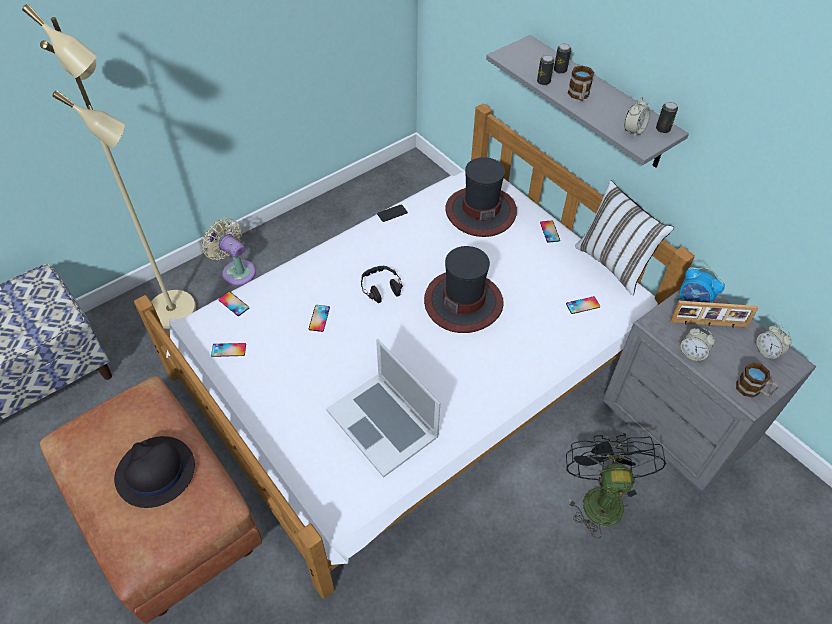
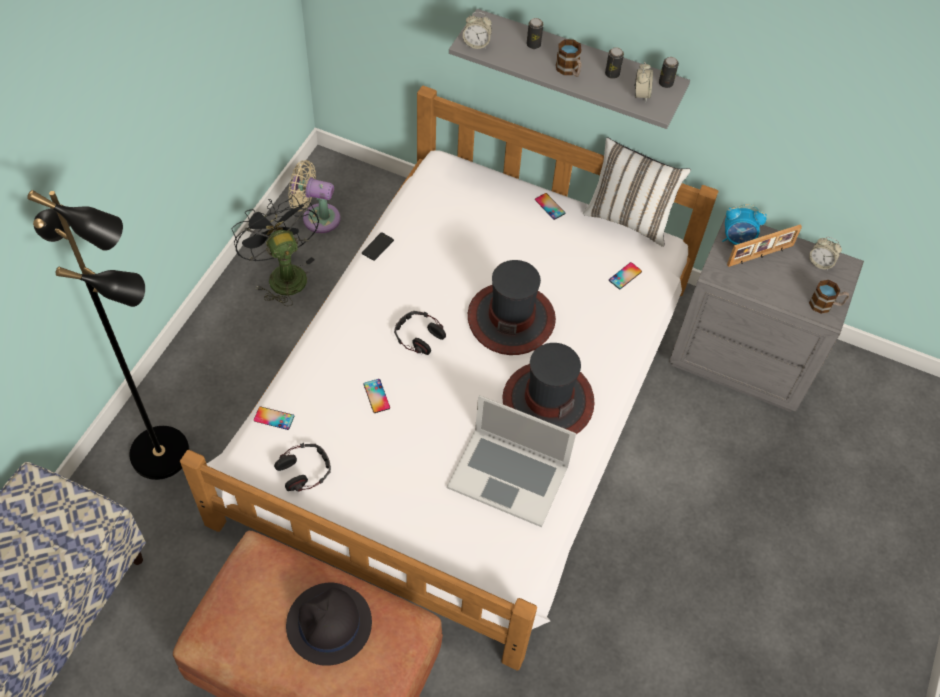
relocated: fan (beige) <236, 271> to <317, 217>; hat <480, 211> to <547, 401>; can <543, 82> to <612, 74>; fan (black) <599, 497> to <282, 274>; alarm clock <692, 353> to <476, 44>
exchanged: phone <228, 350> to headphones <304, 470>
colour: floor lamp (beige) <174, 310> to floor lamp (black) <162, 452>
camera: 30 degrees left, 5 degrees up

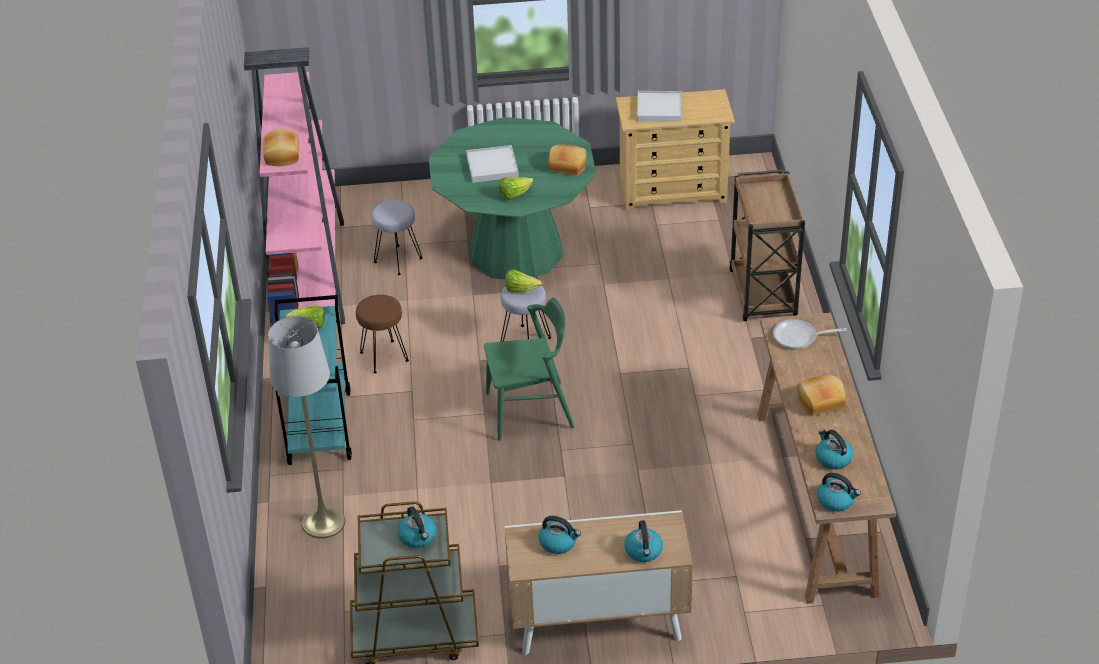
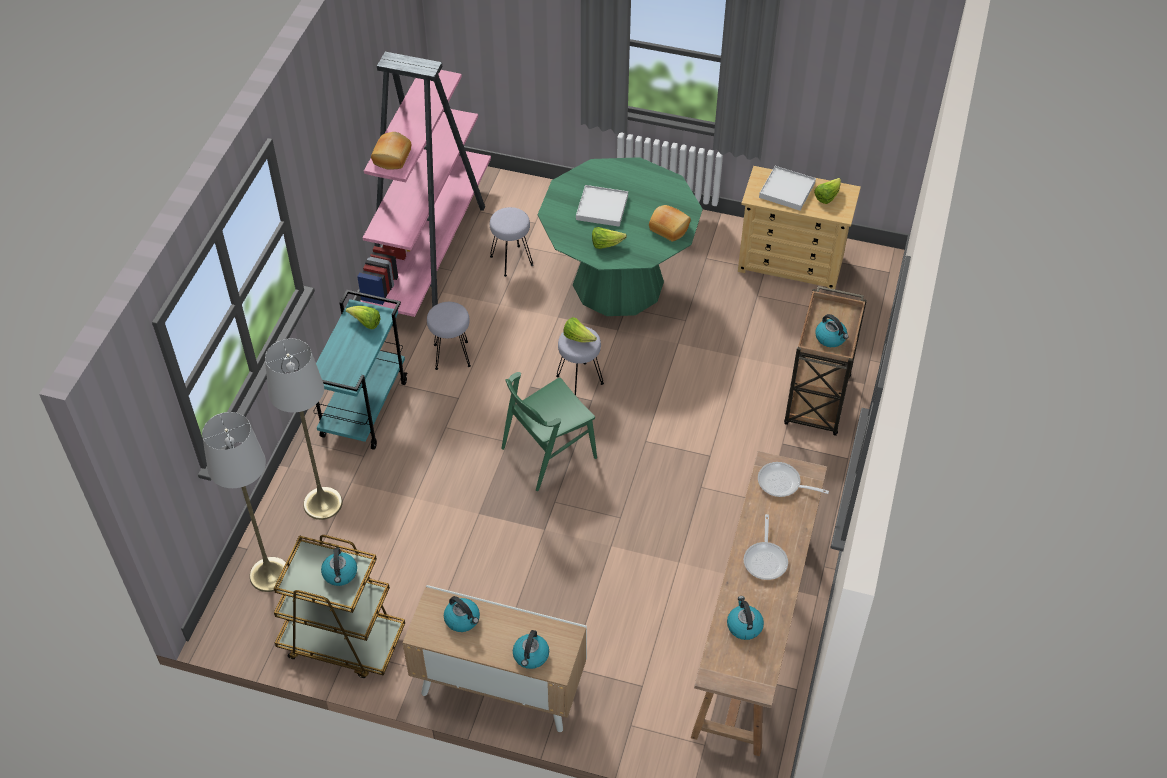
appeared: floor lamp (grey) <270, 574>; lettuce <827, 197>
relocated: kettle <836, 500> to <831, 338>
exchanged: bread <820, 401> to frying pan <765, 559>
colour: stool (brown) <384, 357> to stool (grey) <451, 356>
spun: chair (green) <530, 411> = <548, 453> 135 degrees clockwise
camera: 20 degrees right, 10 degrees up

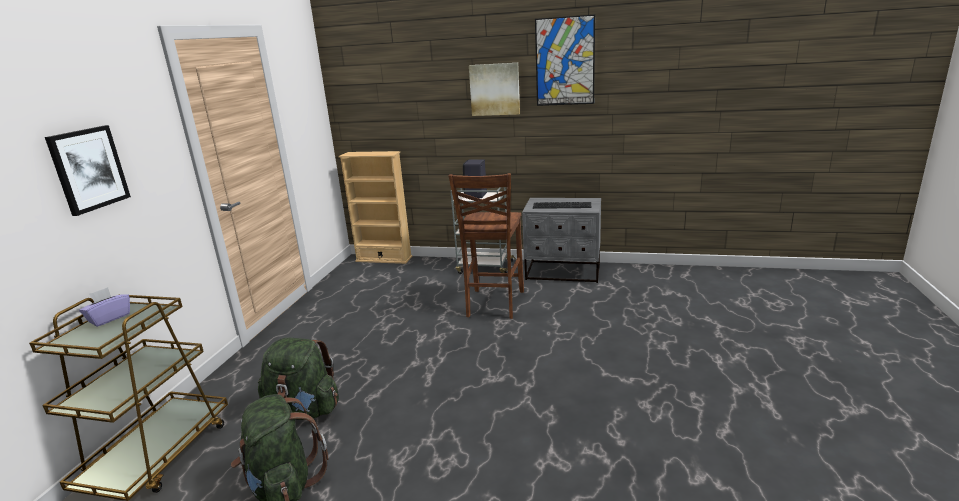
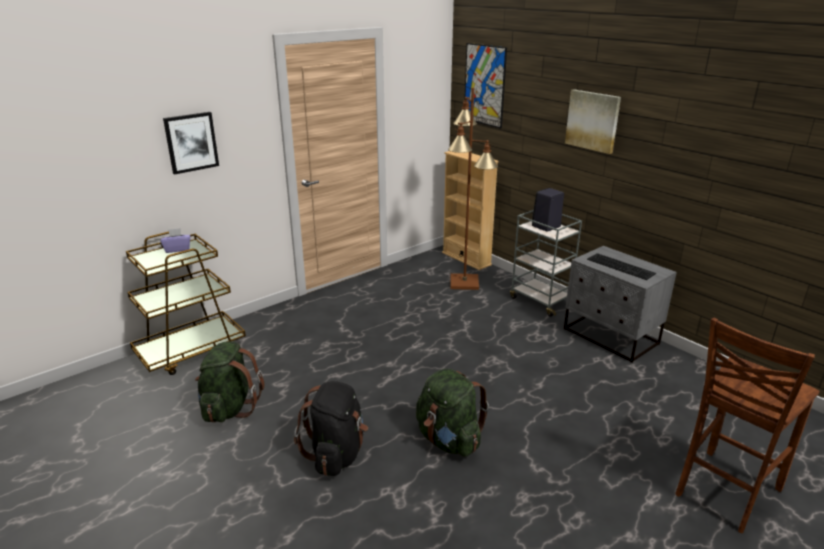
appeared: backpack (black) <336, 454>; floor lamp (brown) <464, 282>
relocated: backpack (green) <304, 411> to <449, 440>; chair (brown) <493, 304> to <724, 491>; picture <565, 61> to <484, 85>
camera: 35 degrees right, 5 degrees up

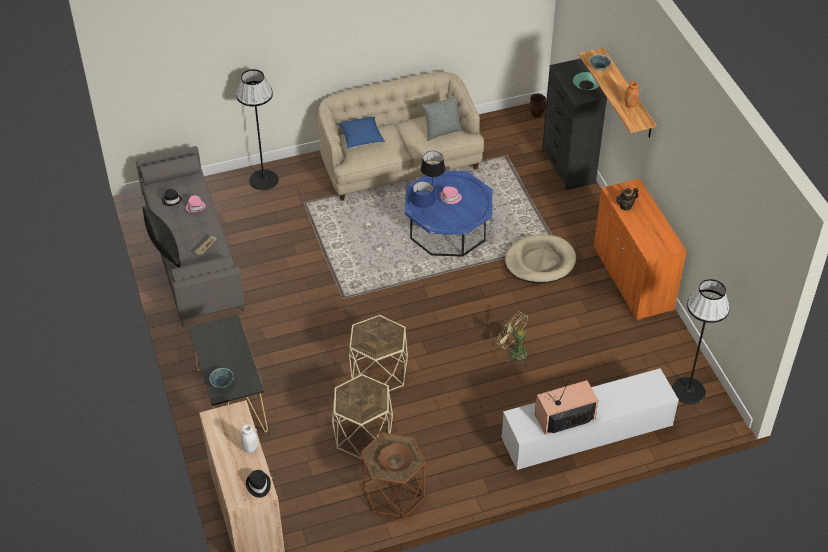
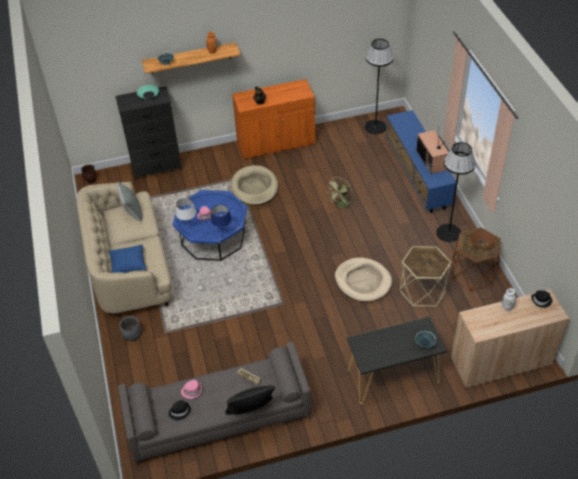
appeared: planter (grey) <132, 335>
relocated: floor lamp (black) <263, 180> to <448, 233>
exchanged: side table (beige) <378, 373> to dog bed (beige) <363, 281>
colour: table lamp (black) <432, 184> to table lamp (white) <187, 225>; tv stand (white) <585, 438> to tv stand (blue) <417, 175>
camera: 85 degrees left, 0 degrees up

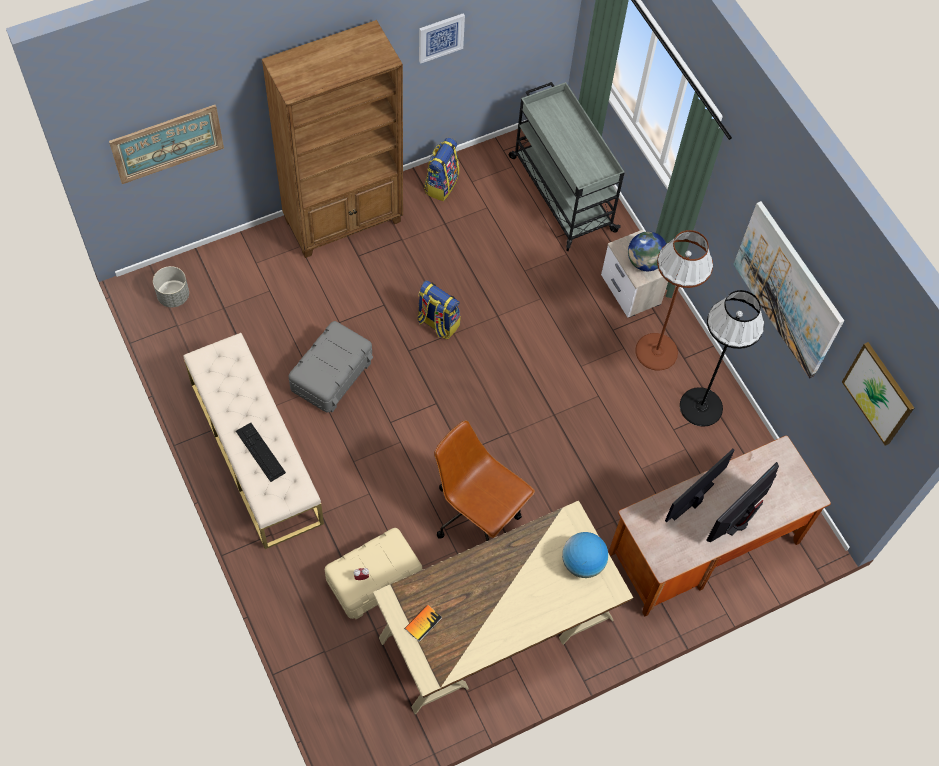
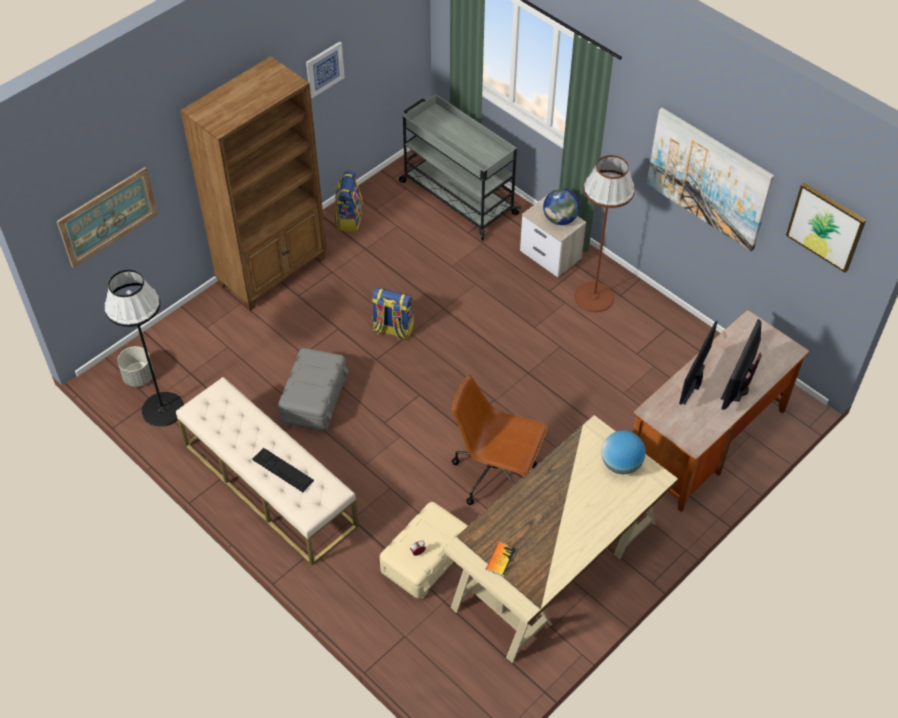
relocated: floor lamp (black) <701, 406> to <162, 409>
camera: 15 degrees left, 10 degrees down

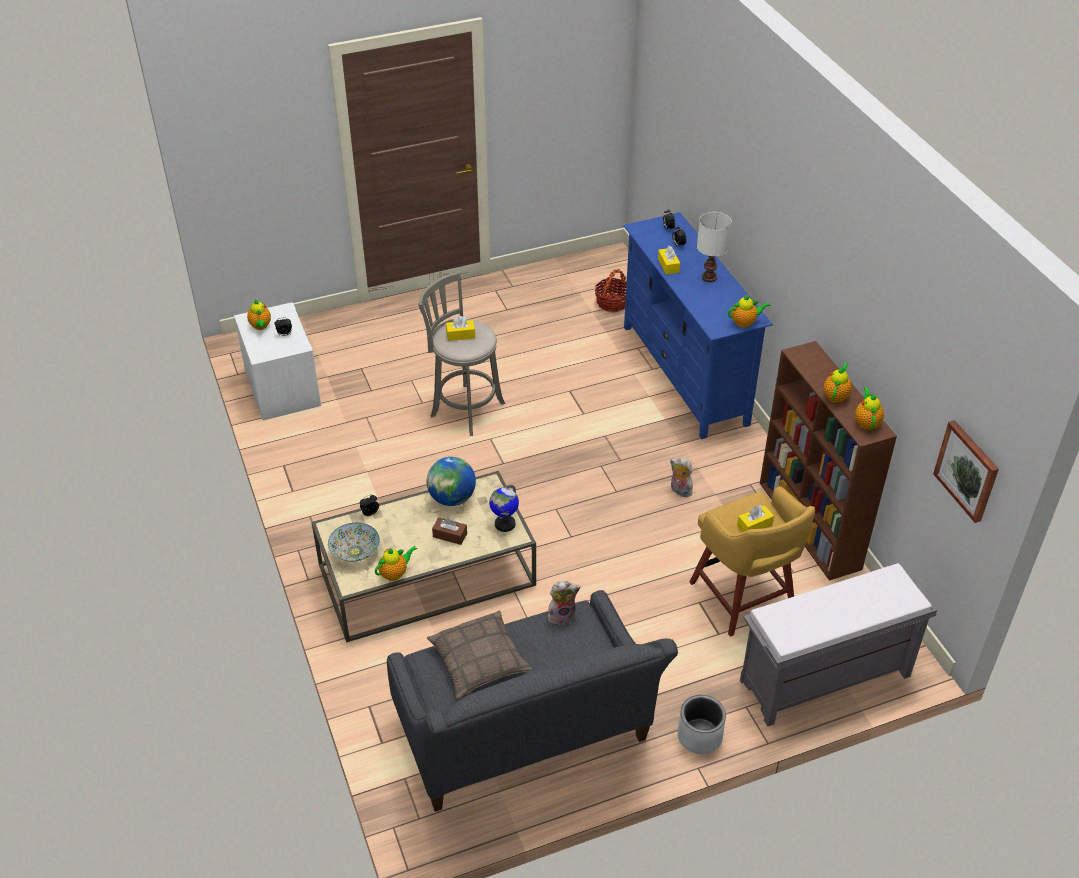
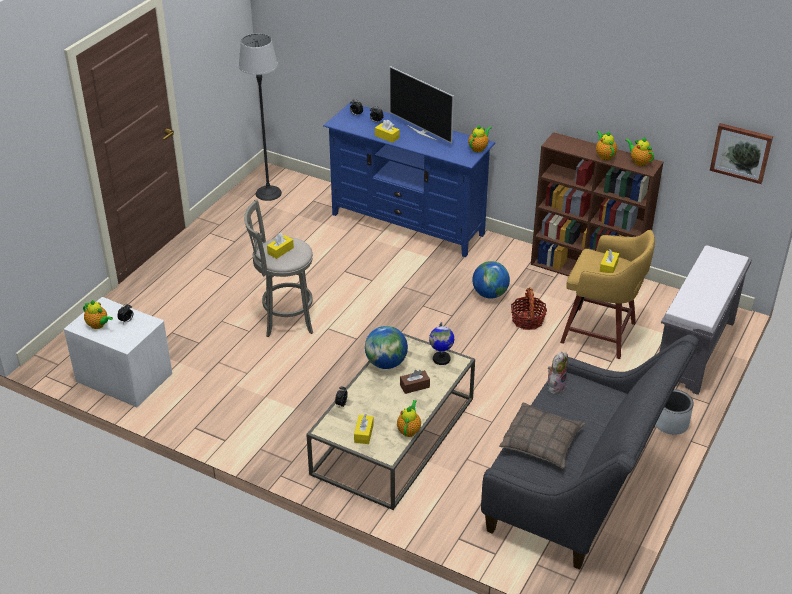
appeared: floor lamp <268, 193>
relocated: basket <612, 302> to <527, 320>
exchanged: bowl <355, 551> to tissue box (yellow) <363, 433>; plush toy <679, 491> to globe <490, 294>; table lamp (white) <709, 278> to television <422, 132>
camera: 40 degrees left, 5 degrees down

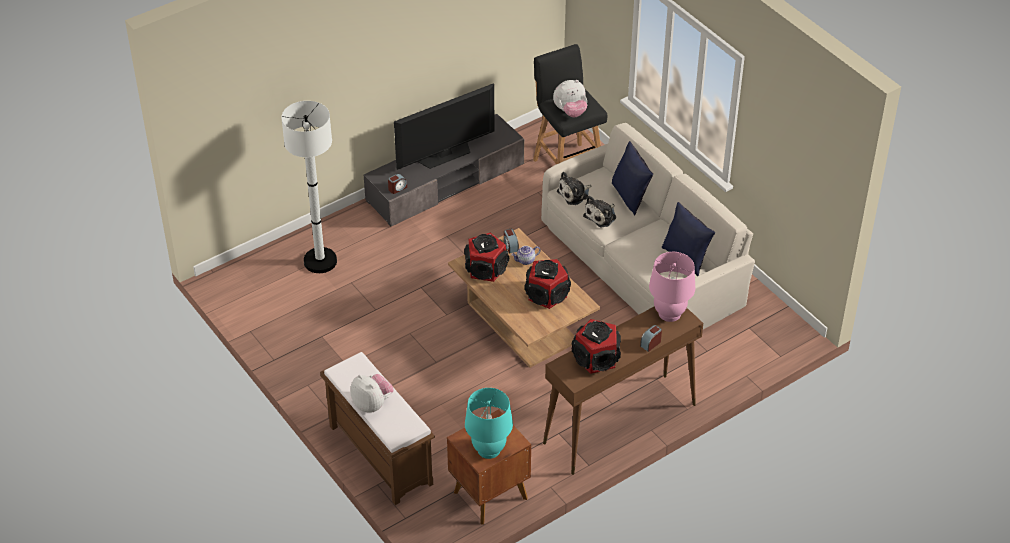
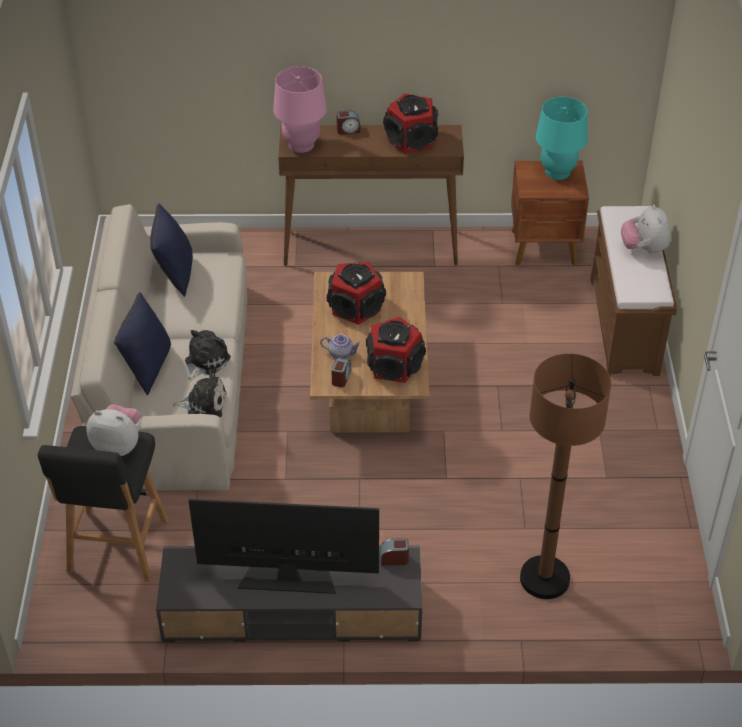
colour: floor lamp (white) <320, 261> to floor lamp (brown) <544, 578>
spun: plush toy <601, 216> = <205, 361> 45 degrees counterclockwise
camera: 145 degrees left, 0 degrees up

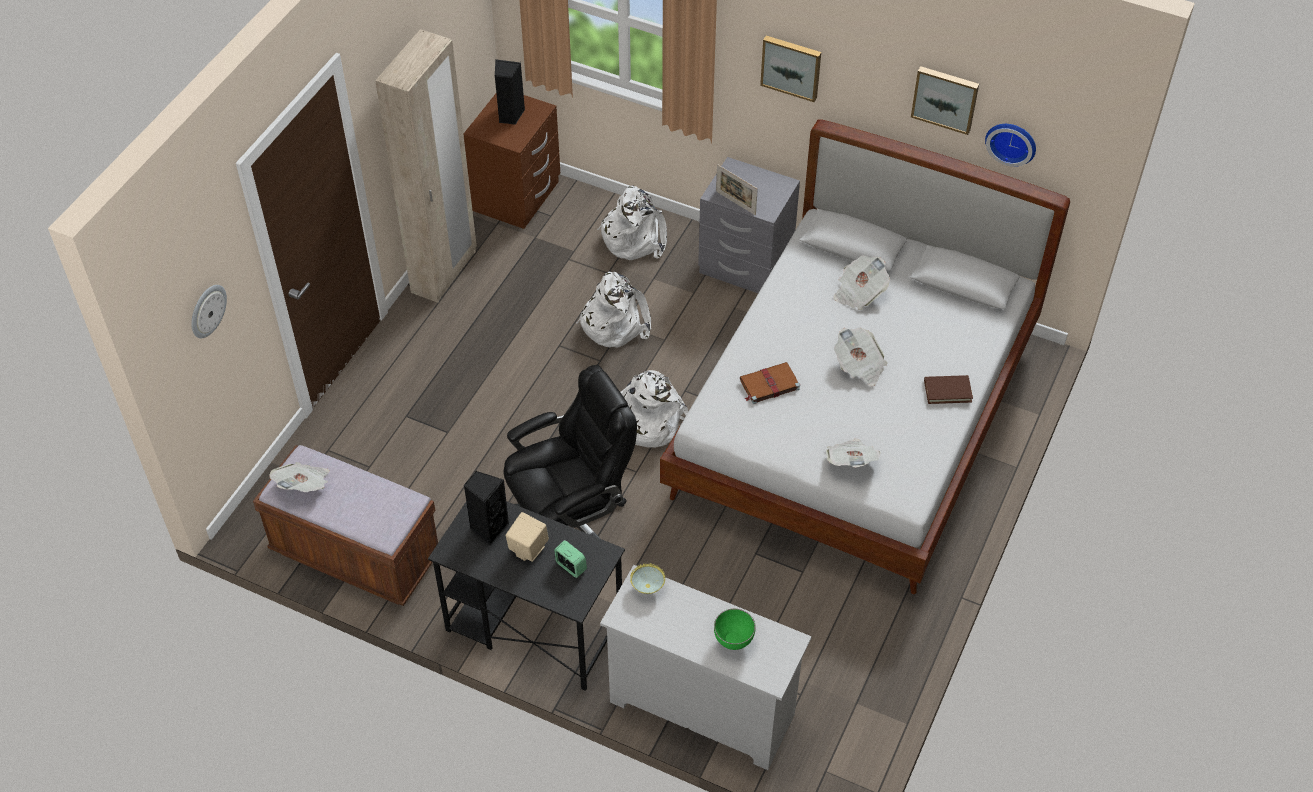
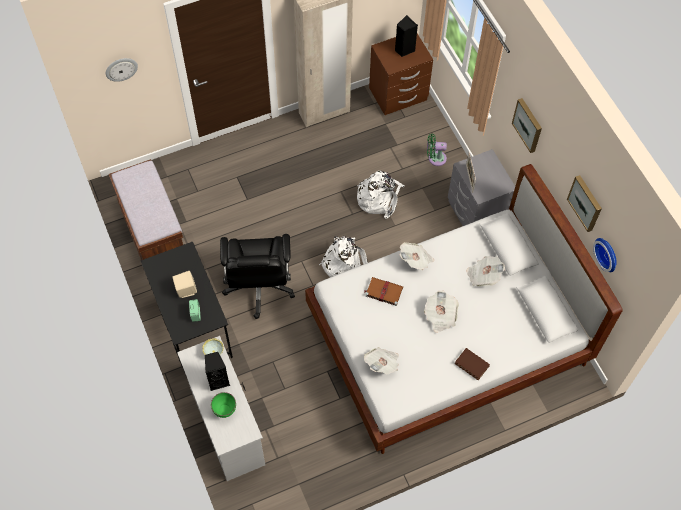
relocated: newspaper <304, 486> to <416, 260>; speaker (black) <488, 528> to <218, 380>
exchanged: backpack (white) <635, 237> to fan (green) <435, 158>
spun: office chair (black) <571, 521> = <259, 287> 75 degrees clockwise
camera: 40 degrees right, 10 degrees up

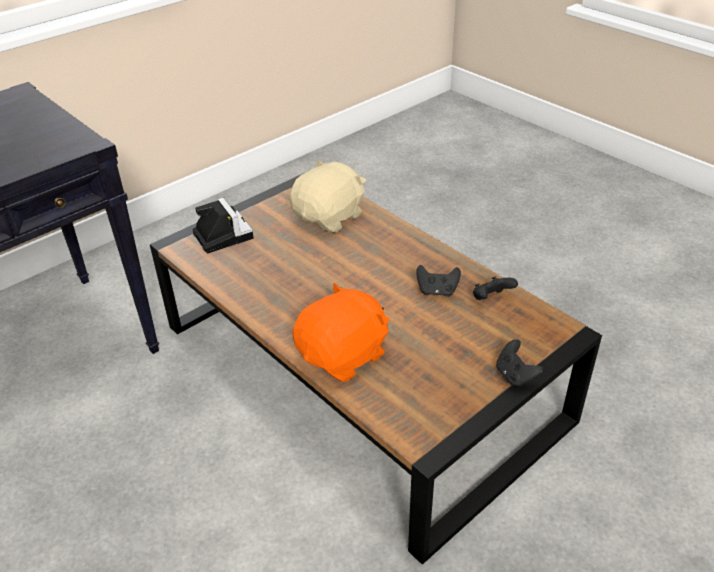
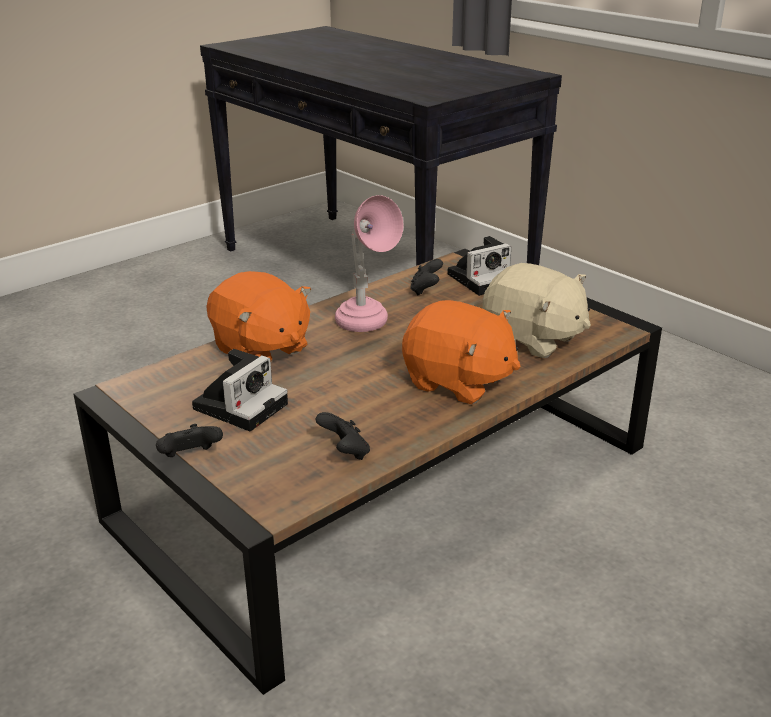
appeared: photo camera <242, 404>; table lamp (pink) <367, 328>; plush toy (orange) <458, 382>
relocated: game controller (black) <437, 291> to <426, 290>
camera: 90 degrees right, 10 degrees down

